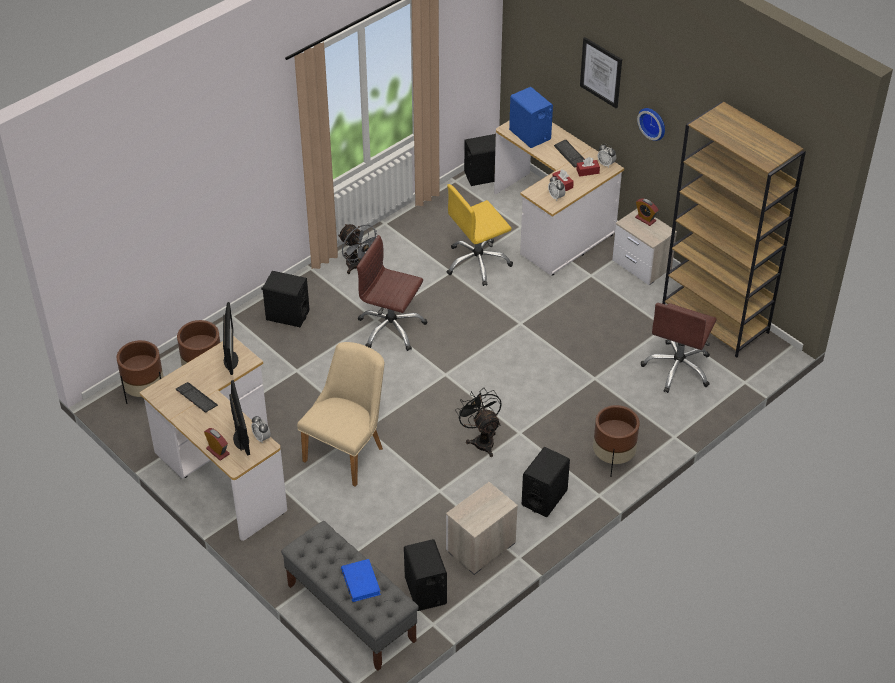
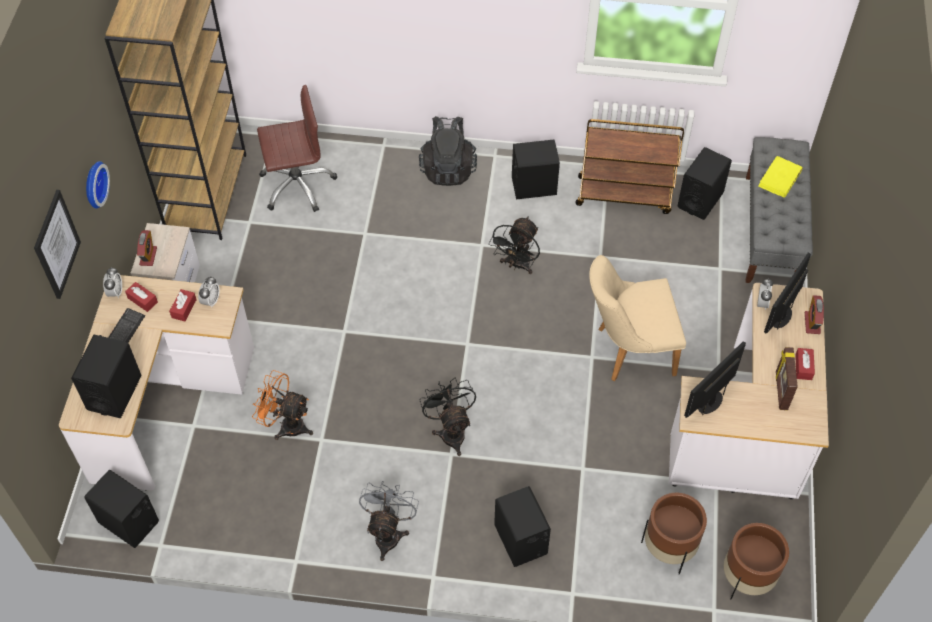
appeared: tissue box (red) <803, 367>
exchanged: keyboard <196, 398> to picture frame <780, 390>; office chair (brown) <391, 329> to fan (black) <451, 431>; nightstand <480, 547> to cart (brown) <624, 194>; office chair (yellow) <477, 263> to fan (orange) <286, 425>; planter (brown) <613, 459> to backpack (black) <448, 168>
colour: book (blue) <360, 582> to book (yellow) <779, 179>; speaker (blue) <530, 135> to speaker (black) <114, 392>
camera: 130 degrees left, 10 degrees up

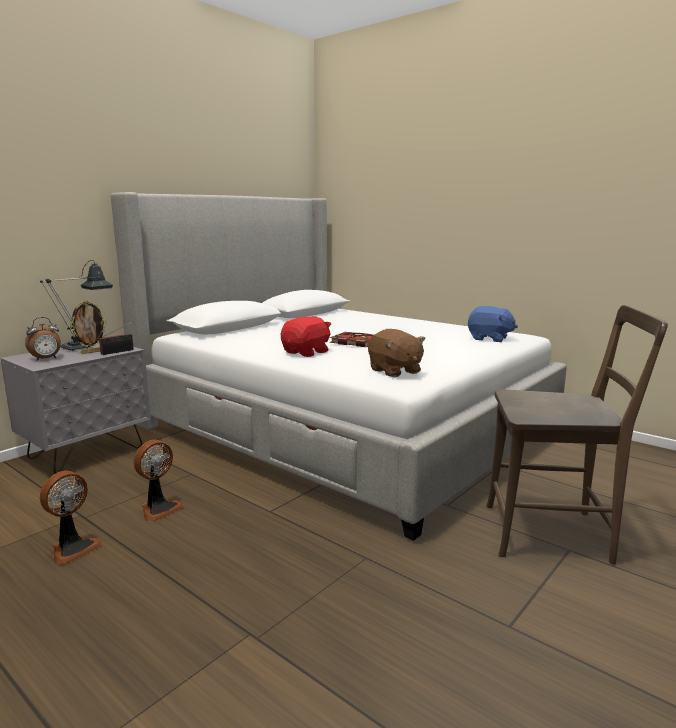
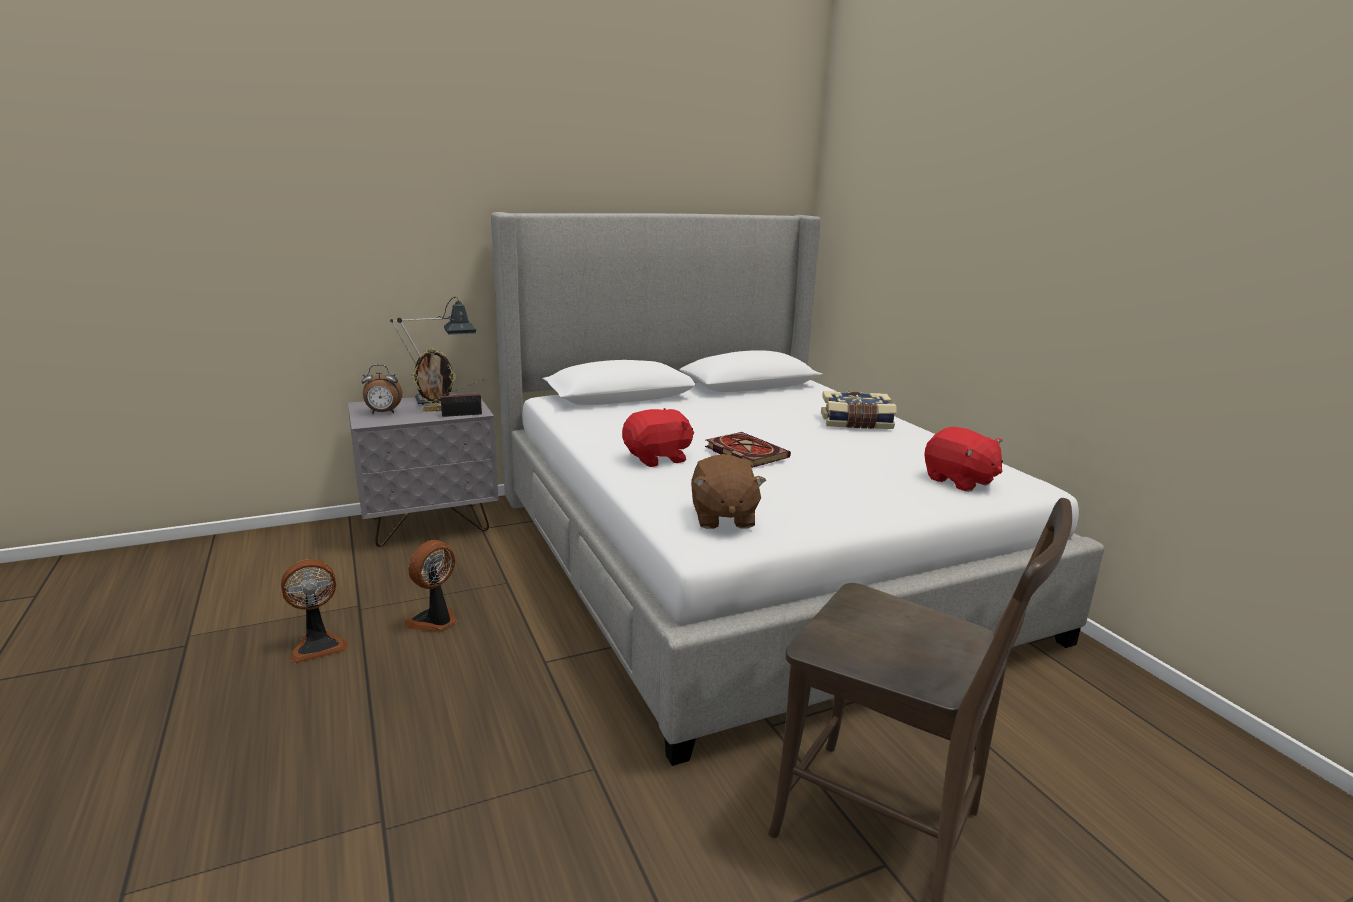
appeared: book <856, 423>
colour: plush toy (blue) <489, 338> to plush toy (red) <959, 481>
spun: fan <159, 509> = <435, 621> 150 degrees clockwise
camera: 25 degrees right, 5 degrees up

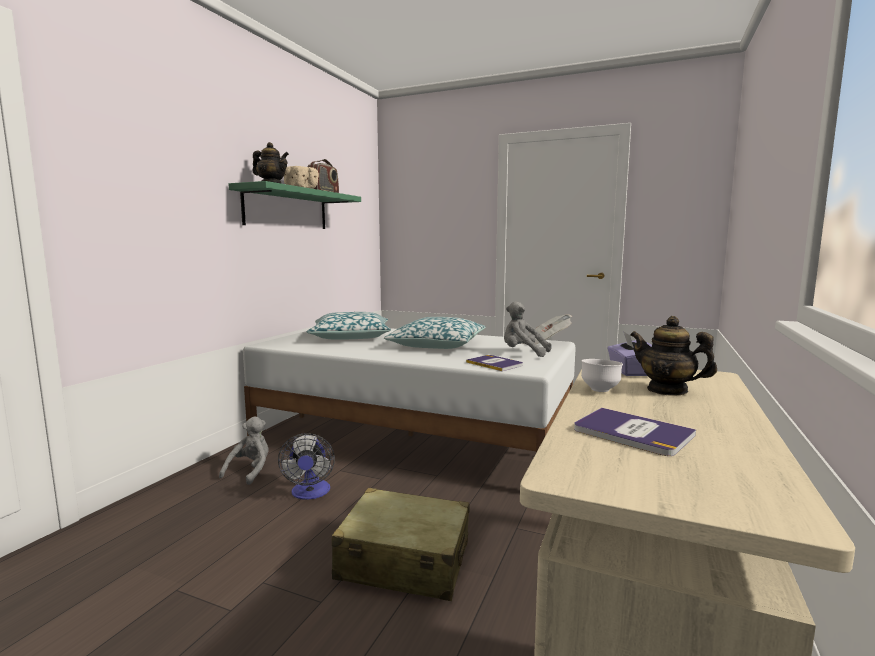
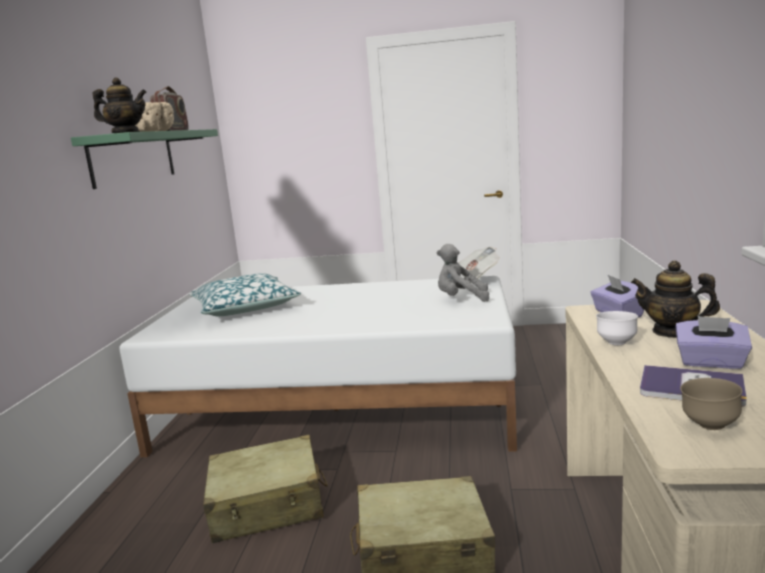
missing: plush toy (grey) <250, 471>; pillow <437, 345>; book <495, 364>
appeared: tissue box (purple) <711, 362>; bowl (brown) <709, 426>
exchanged: fan <310, 493> to suitcase (beige) <268, 505>
camera: 15 degrees left, 5 degrees up

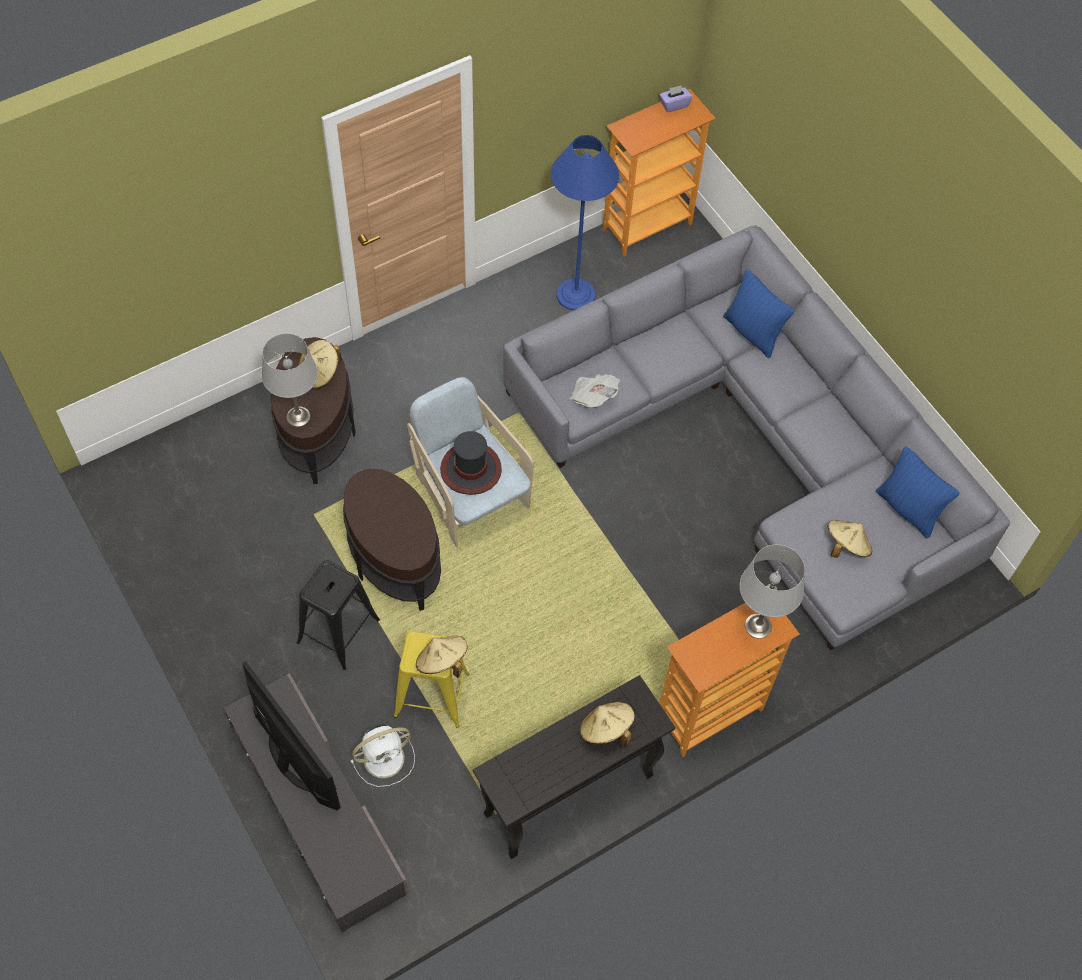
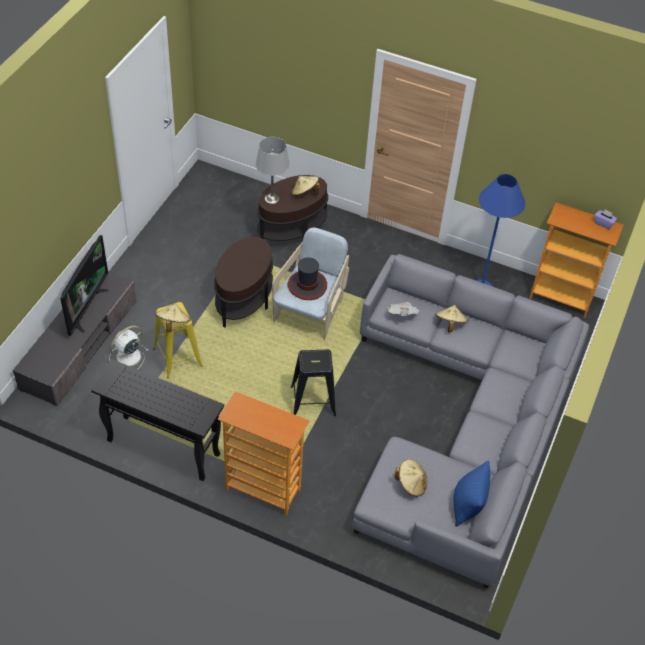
missing: pillow (blue) <752, 332>; table lamp (grey) <758, 626>
relocated: stool (black) <338, 631> to <313, 401>; hat (beige) <606, 730> to <450, 324>
spun: fan (white) <385, 758> = <127, 357> 105 degrees clockwise
camera: 55 degrees right, 10 degrees down

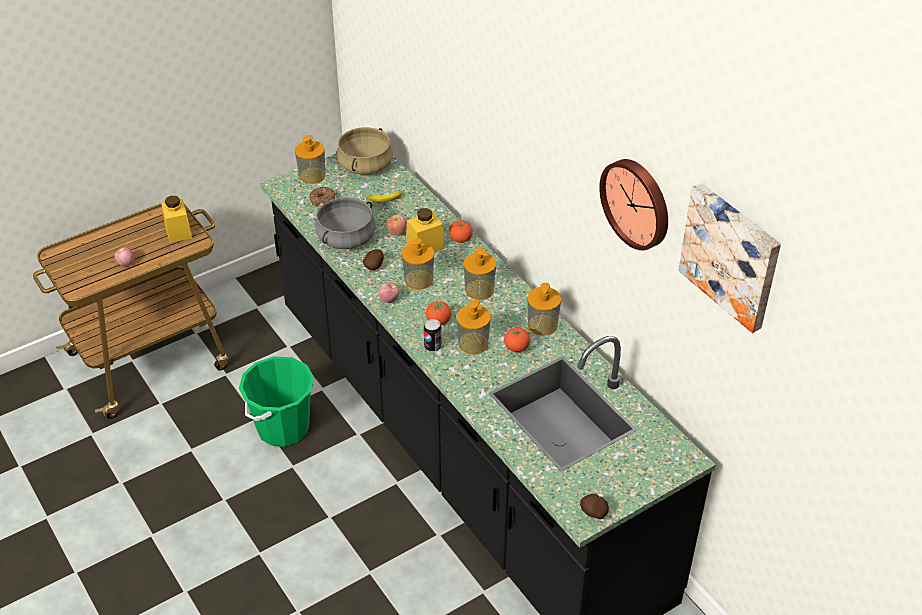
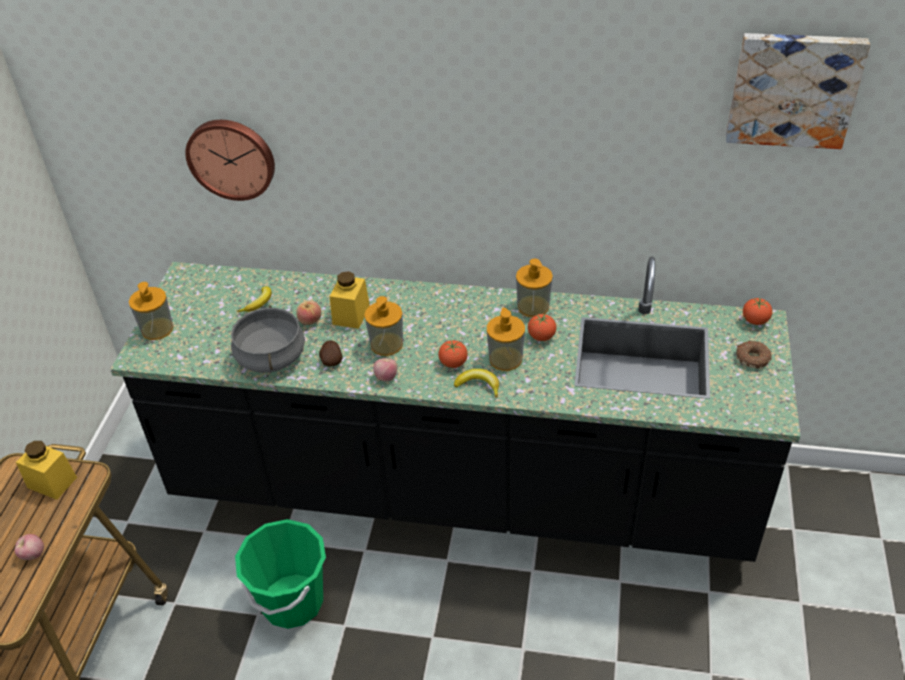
missing: cooking pot (beige) <366, 166>; soap dispenser <479, 290>; potato <593, 512>
relocated: donut <322, 200> to <752, 358>; tomato <460, 240> to <755, 321>; wall clock <637, 202> to <232, 158>
exchanged: can <432, 346> to banana <479, 385>
camera: 45 degrees left, 0 degrees up

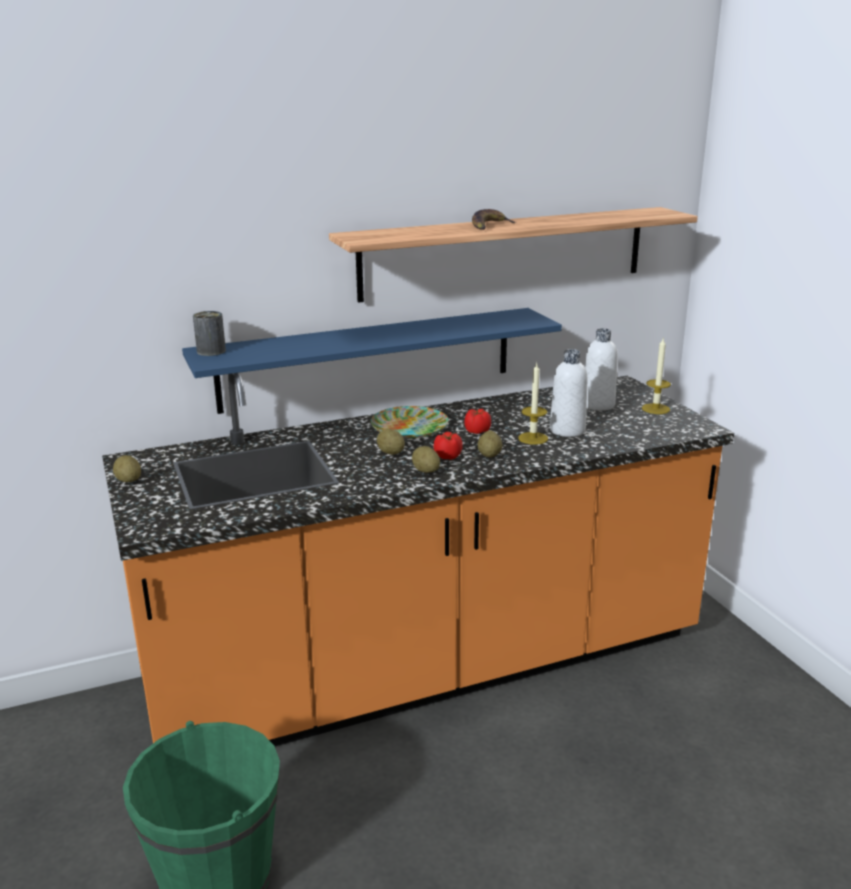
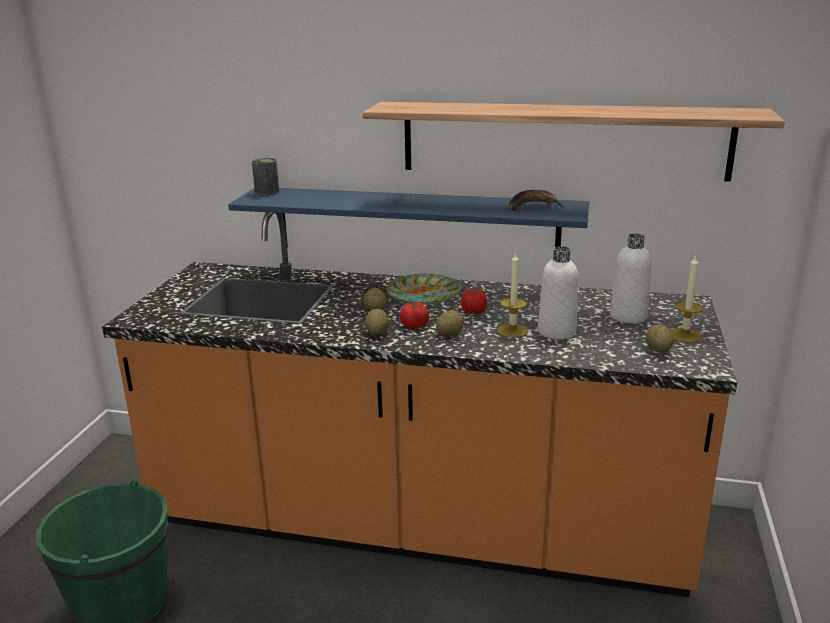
relocated: potato <128, 480> to <658, 350>; banana <489, 225> to <533, 206>
camera: 35 degrees right, 0 degrees up

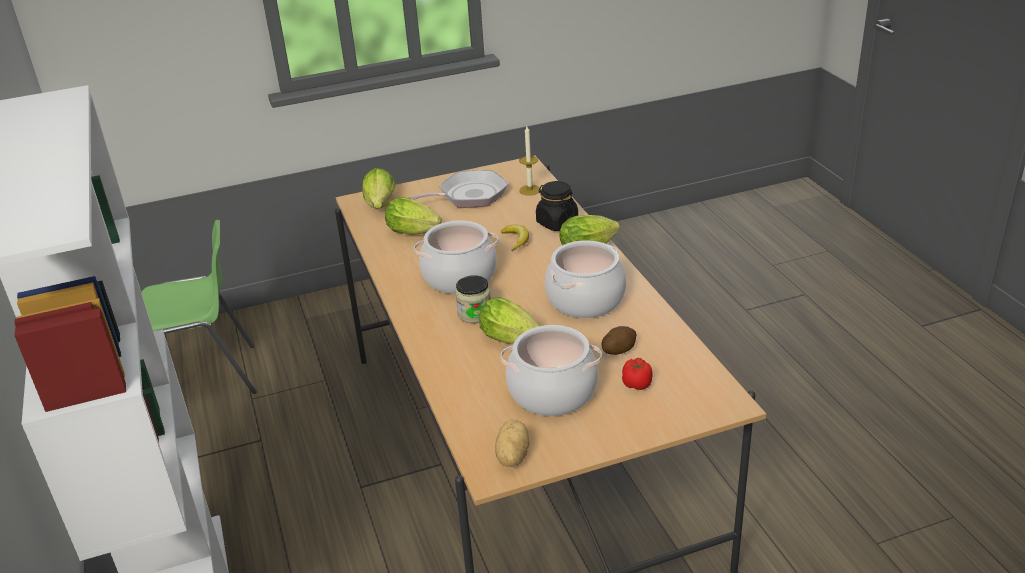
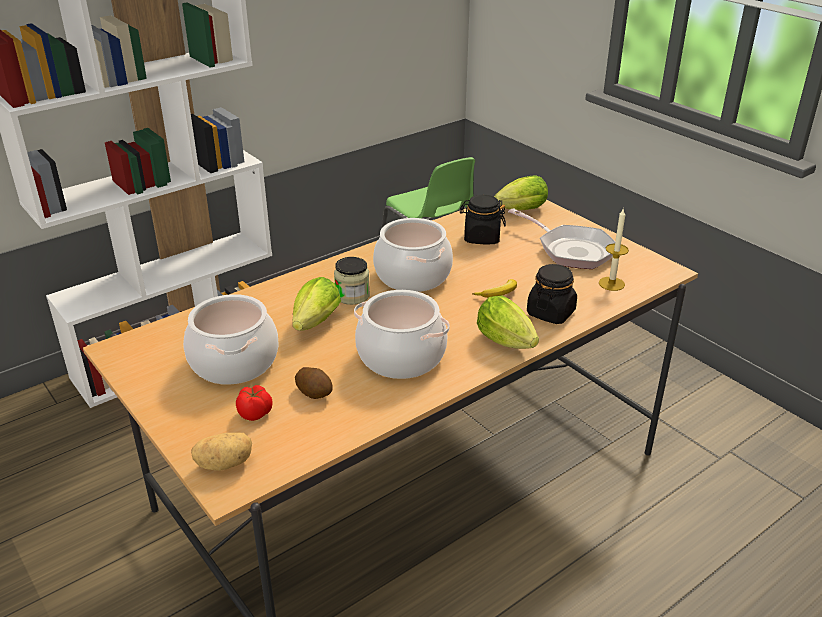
relocated: potato <511, 456> to <225, 463>
exchanged: lettuce <416, 232> to jar (black) <481, 238>
camera: 70 degrees right, 0 degrees up

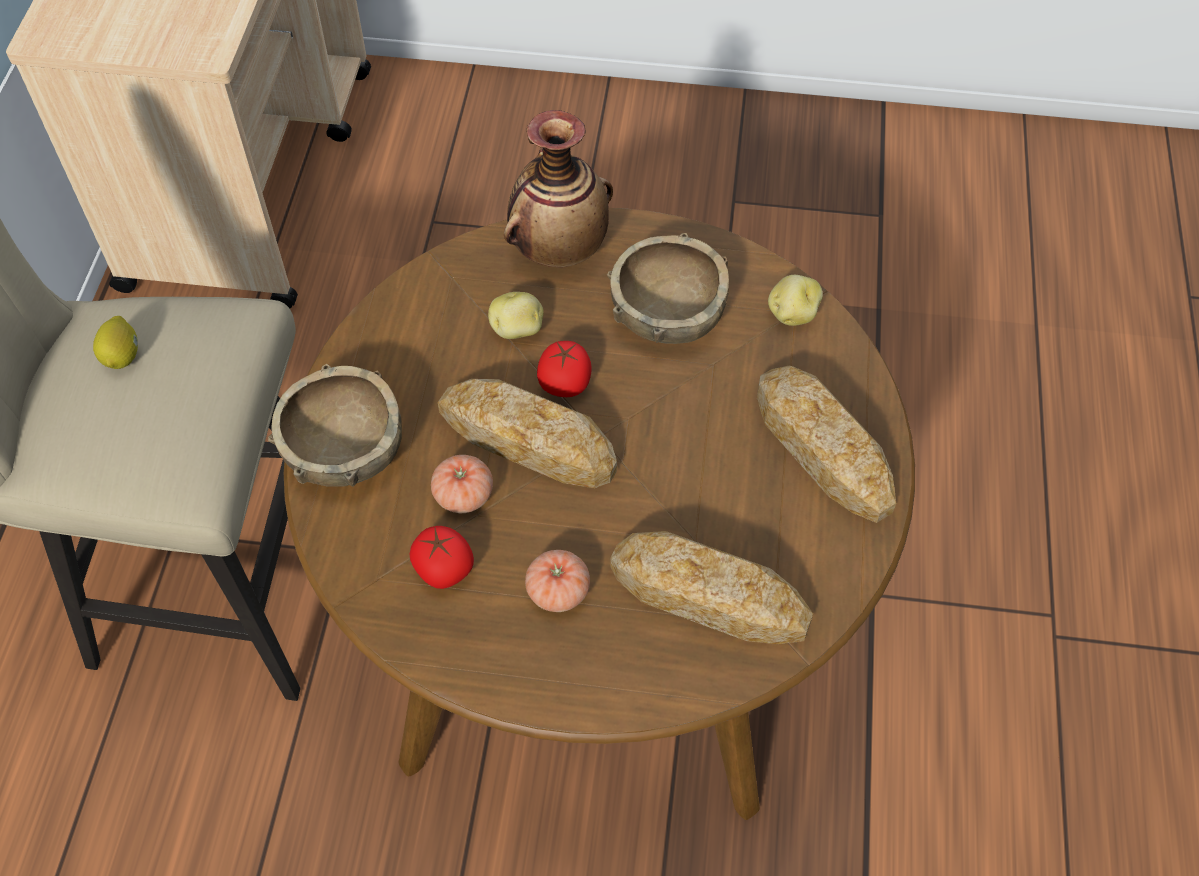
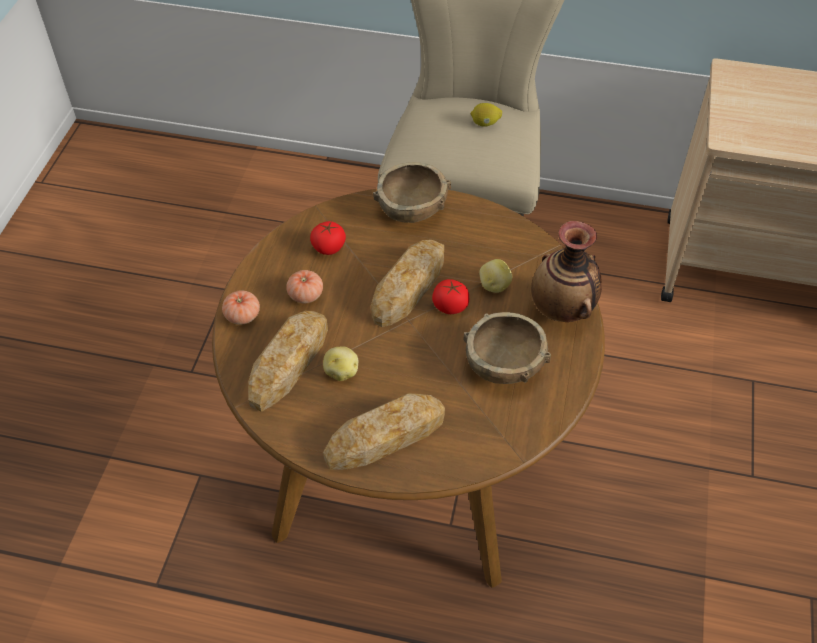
relocated: tomato <463, 495> to <242, 315>; potato <792, 314> to <341, 371>
camera: 95 degrees right, 5 degrees down

